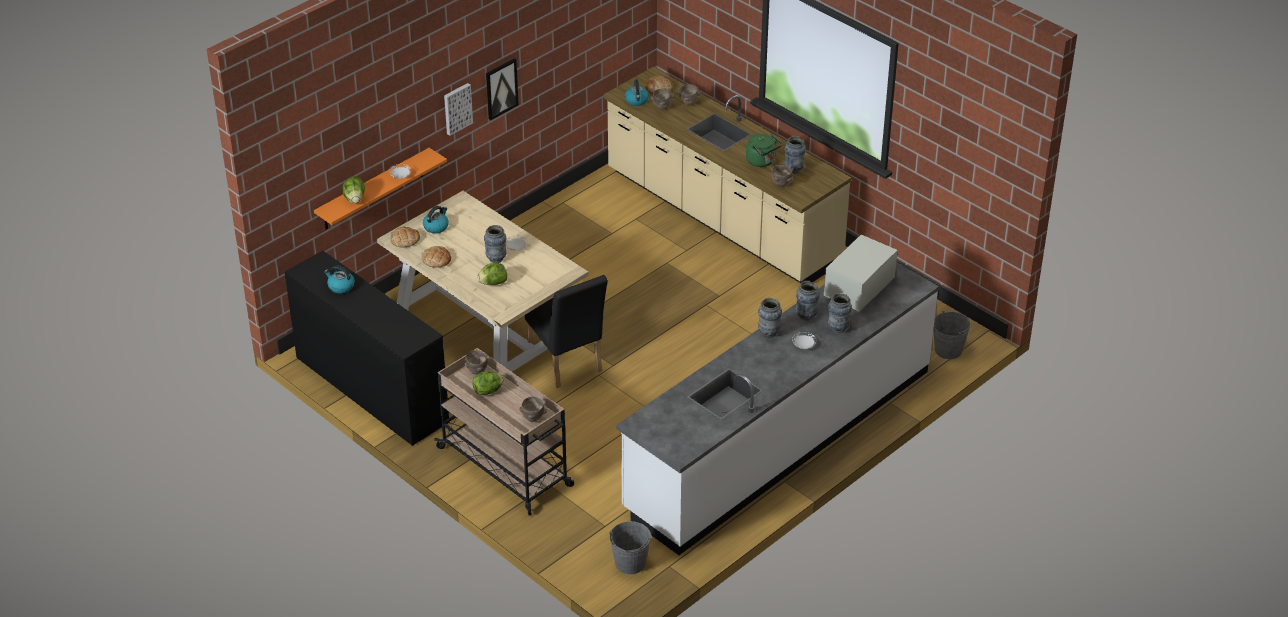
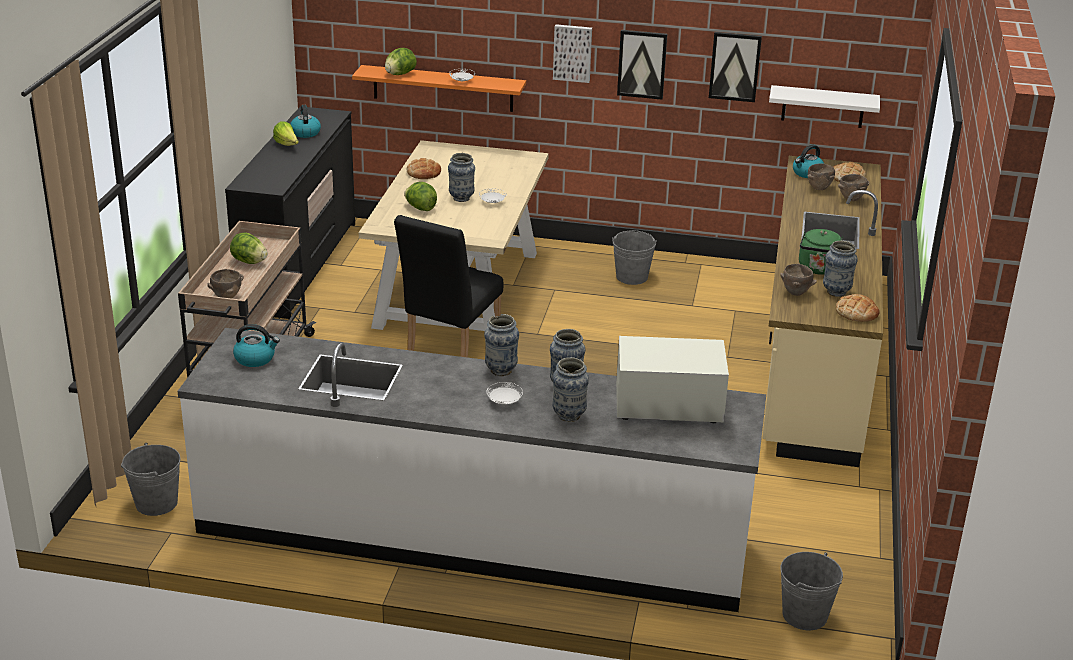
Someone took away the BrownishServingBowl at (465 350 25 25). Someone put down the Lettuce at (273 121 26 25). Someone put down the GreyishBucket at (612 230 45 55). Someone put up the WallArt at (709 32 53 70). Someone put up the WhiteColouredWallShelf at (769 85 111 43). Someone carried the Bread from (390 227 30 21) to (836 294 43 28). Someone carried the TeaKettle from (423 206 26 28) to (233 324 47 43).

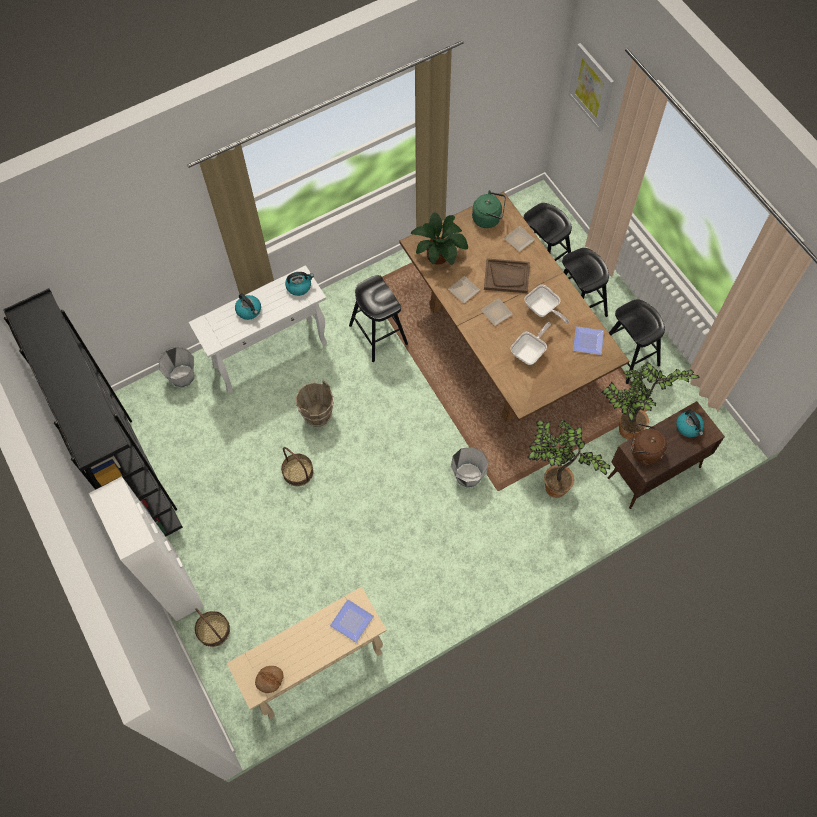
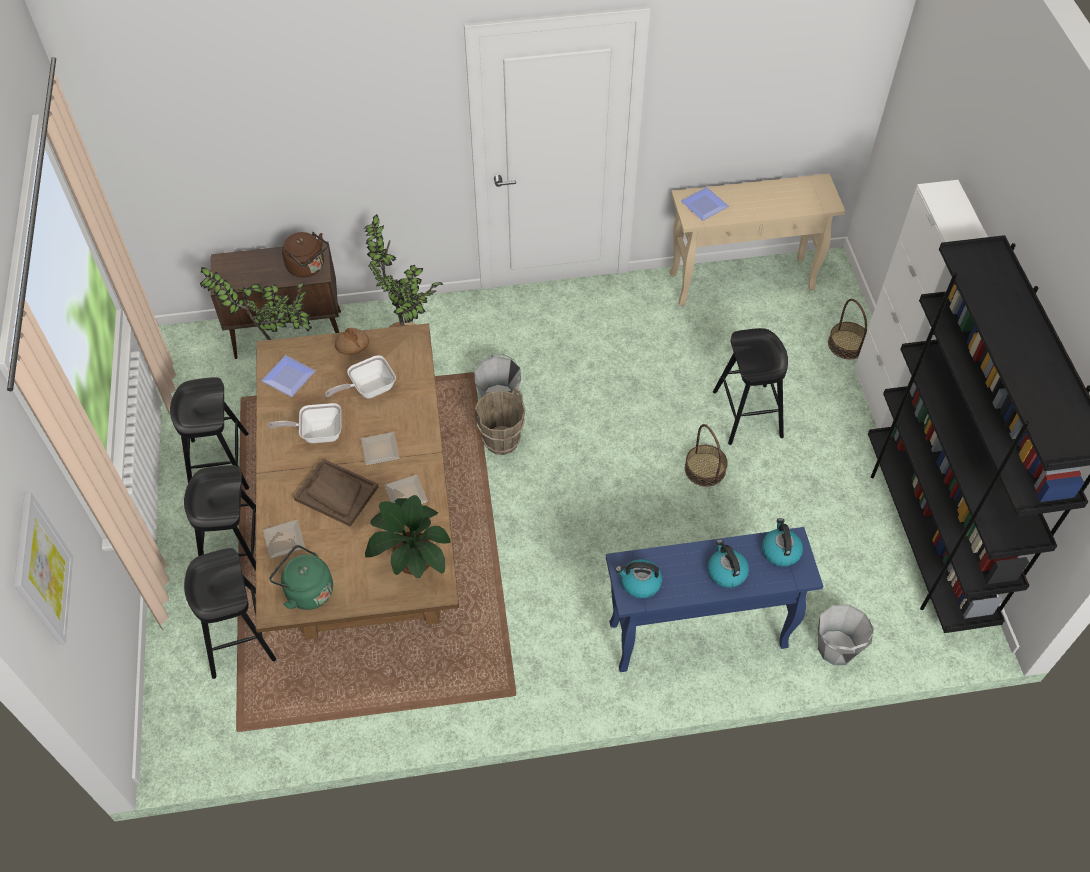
Someone carried the Bread from (255 666 29 27) to (335 328 34 27). Someone carried the BrownishBucket from (295 381 39 46) to (475 388 51 67). Someone carried the BlackishStoolSeat from (349 275 59 87) to (713 328 75 117). Someone carried the TeaKettle from (676 410 28 27) to (762 518 41 49). Someone repainted the WhiteColouredNarrowTable at (189 265 138 128), which became the BlueColouredNarrowTable at (606 527 217 145). Someone rotated the FryingPan at (524 285 45 39) by 75 degrees counterclockwise.

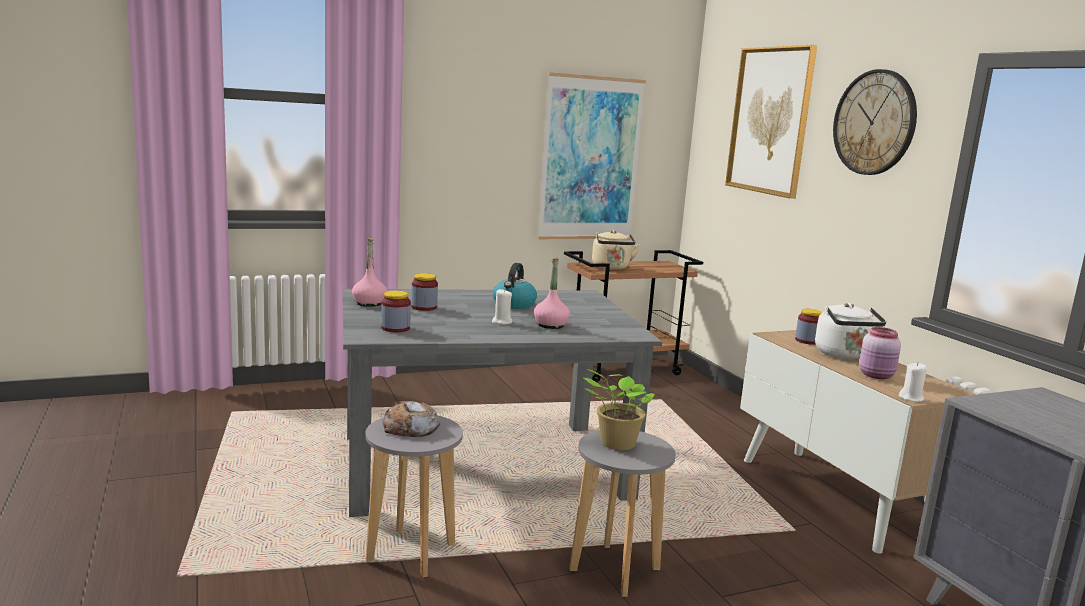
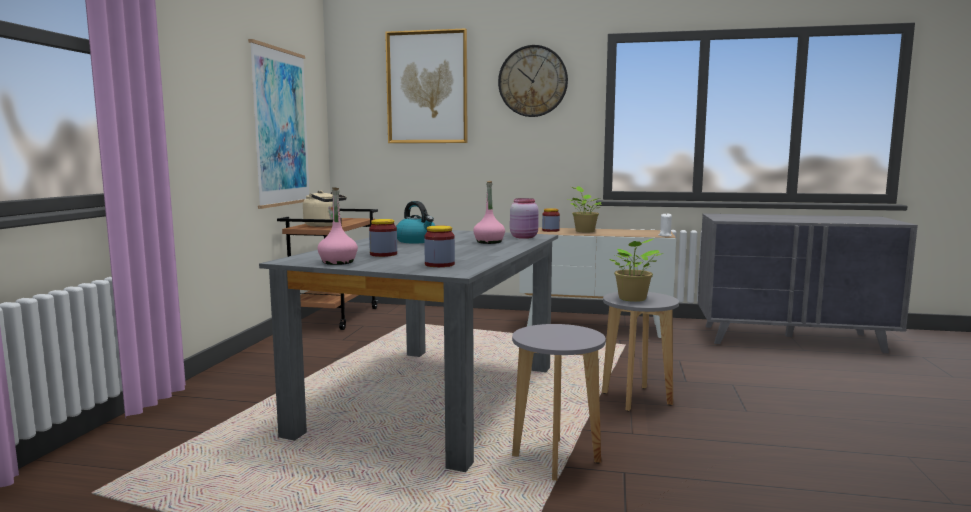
Someone took away the Bread at (383 401 57 36). Someone took away the WhiteColouredCandle at (492 289 20 36). Someone carried the PinkishJar from (859 327 42 52) to (510 198 29 41). Someone swapped the WhiteColouredTeaKettle at (815 303 71 56) for the PlantInAPot at (568 186 34 47).

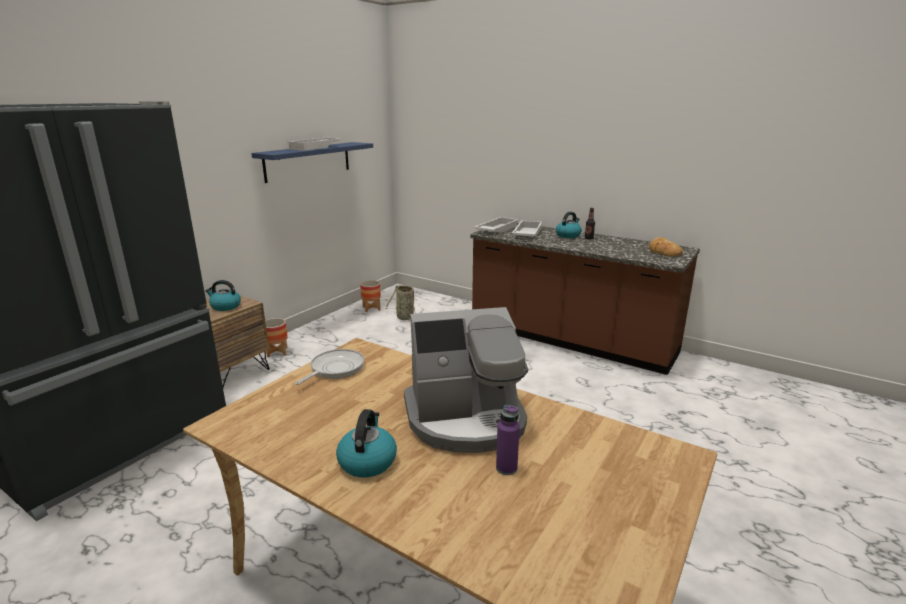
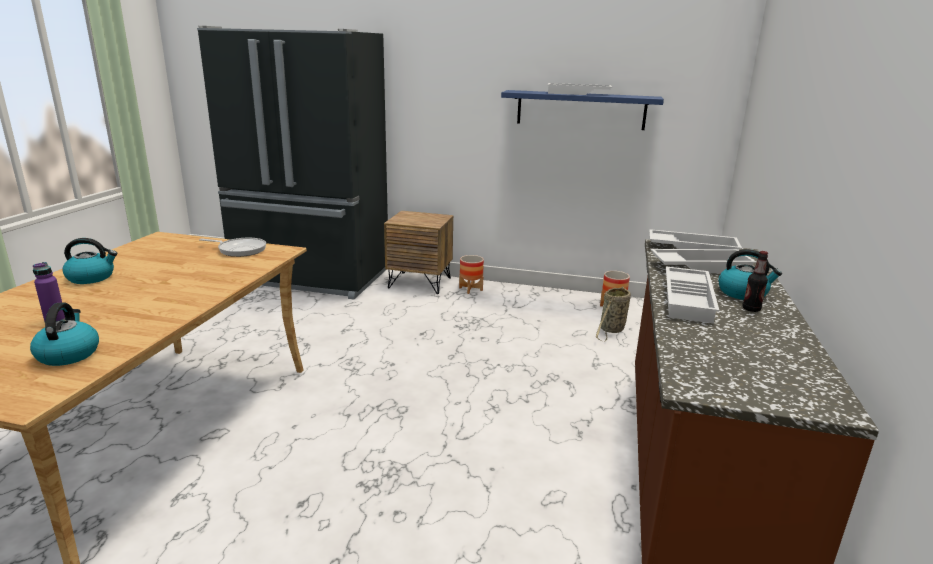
Someone took away the CoffeeBrewer at (404 307 124 146). Someone took away the Bread at (649 237 34 20). Someone put down the WhiteColouredCarryingTray at (666 266 53 57). Someone carried the TeaKettle from (205 280 36 31) to (30 302 69 64).

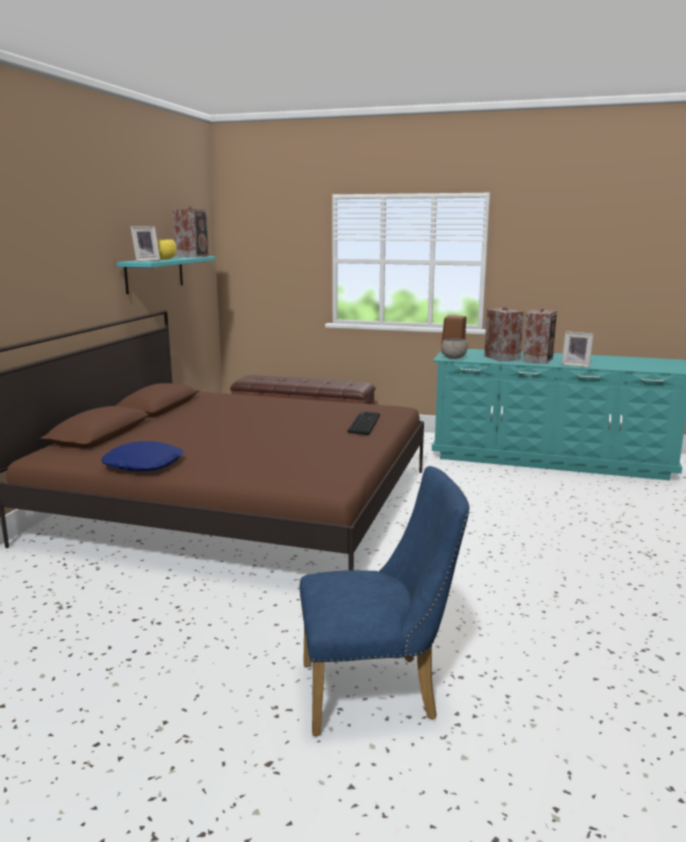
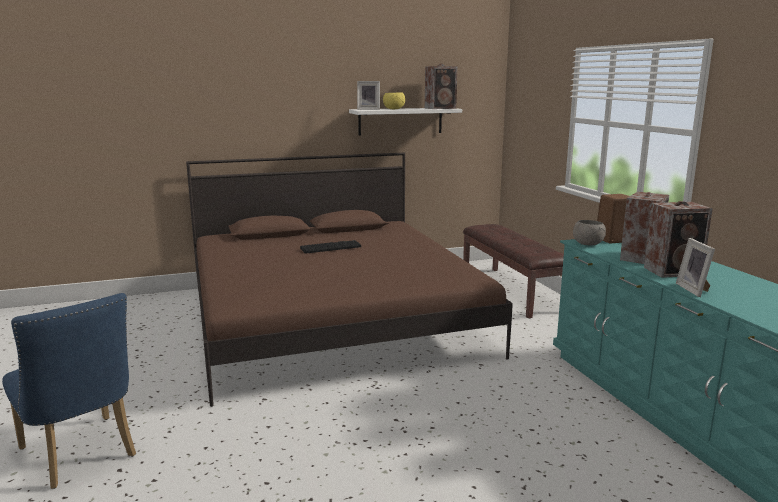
Someone took away the BlueColouredCushion at (101 441 82 30). Someone carried the ComputerKeyboard from (347 412 33 23) to (300 240 61 14). Someone repainted the TurquoiseColouredWallShelf at (117 256 98 38), which became the WhiteColouredWallShelf at (349 108 113 28).

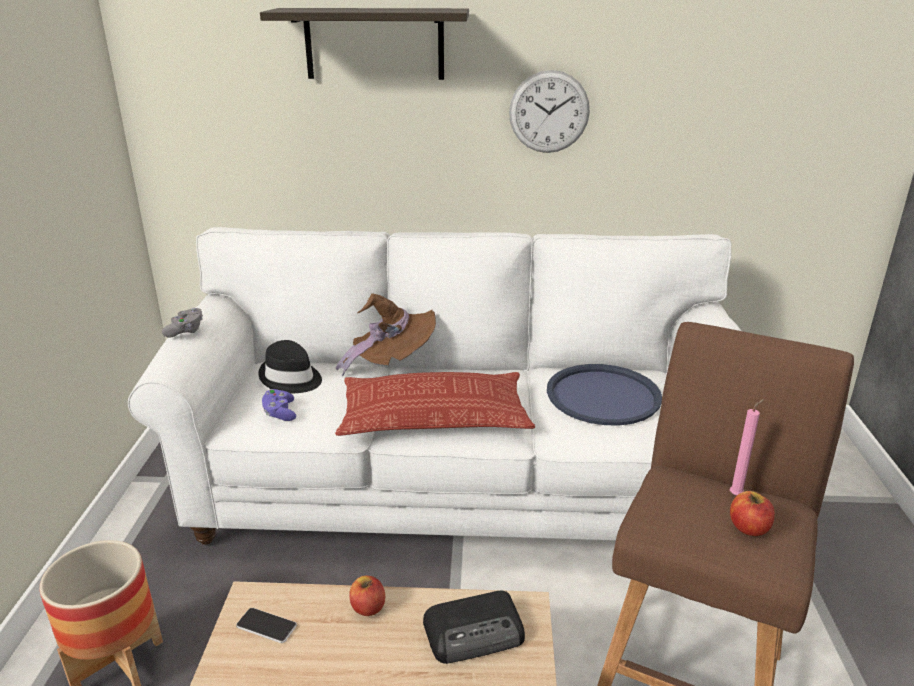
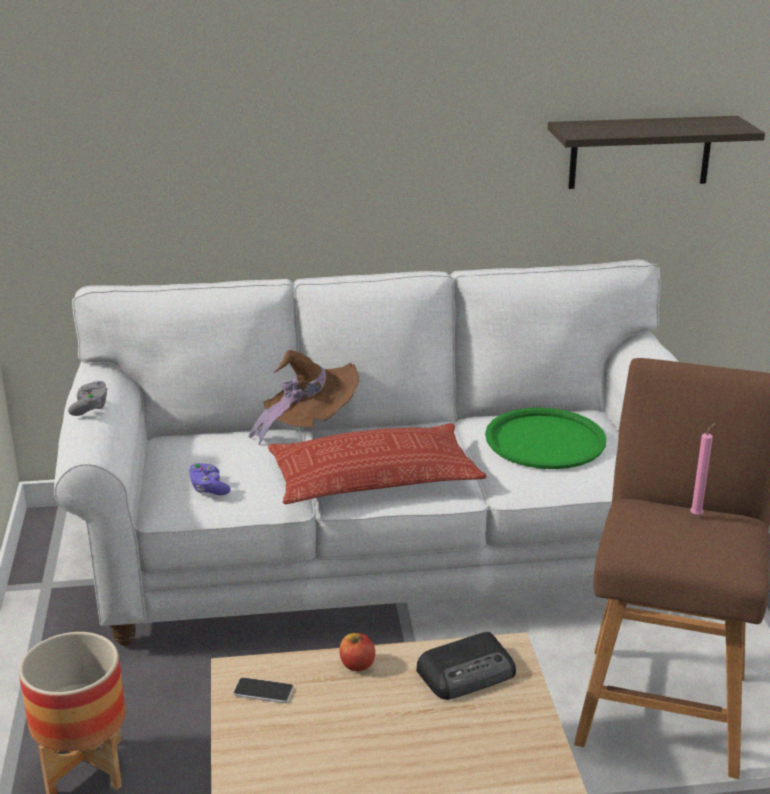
Someone took away the BlackishWearableHat at (258 340 64 53). Someone took away the WallClock at (509 70 81 83). Someone took away the WholeApple at (730 491 45 45). Someone carried the WallShelf from (260 8 209 72) to (548 116 217 73). Someone repainted the BlueColouredCarryingTray at (547 364 115 61), which became the GreenishCarryingTray at (485 407 122 62).

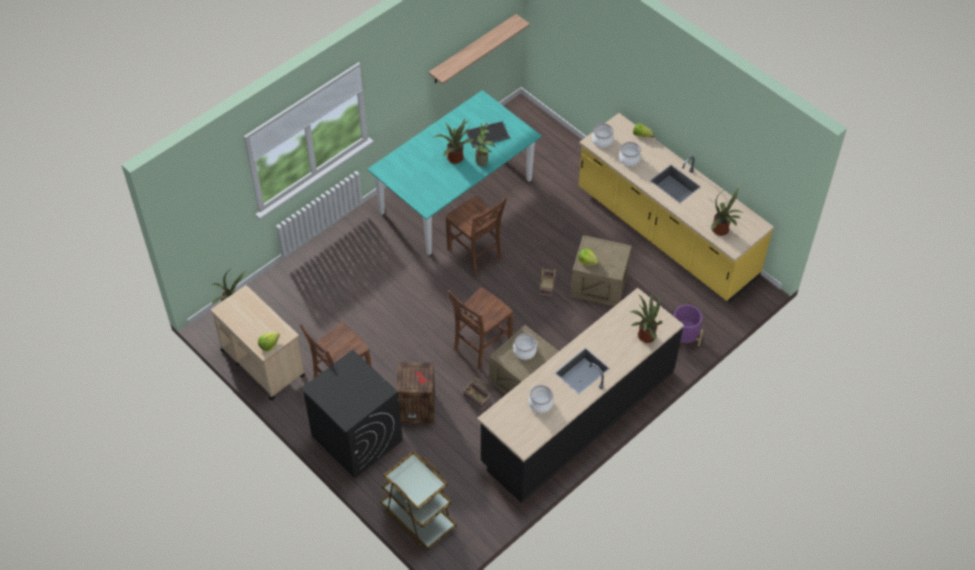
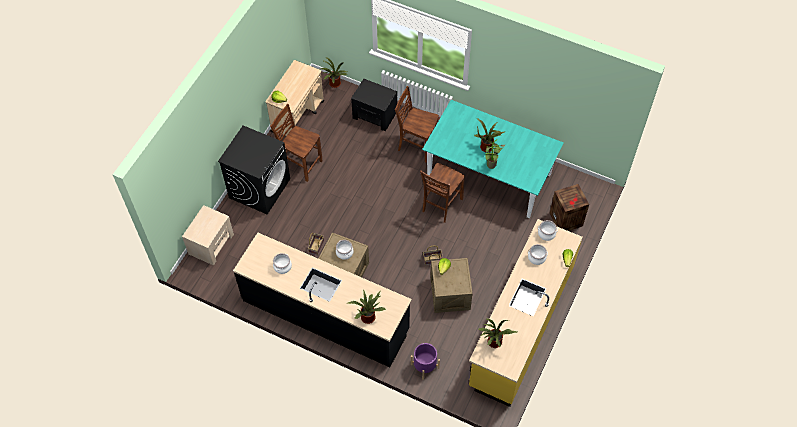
Someone took away the WallShelf at (429 14 101 70). Someone took away the CarryingTray at (466 121 44 27). Someone put down the BlackishNightstand at (351 79 46 52). Someone carried the Crate from (397 362 38 61) to (550 184 39 47). Someone carried the BrownishPlainChair from (448 287 65 82) to (395 86 44 77). Someone swapped the BrownishCart at (380 451 76 99) for the BeigeNightstand at (182 205 52 60).

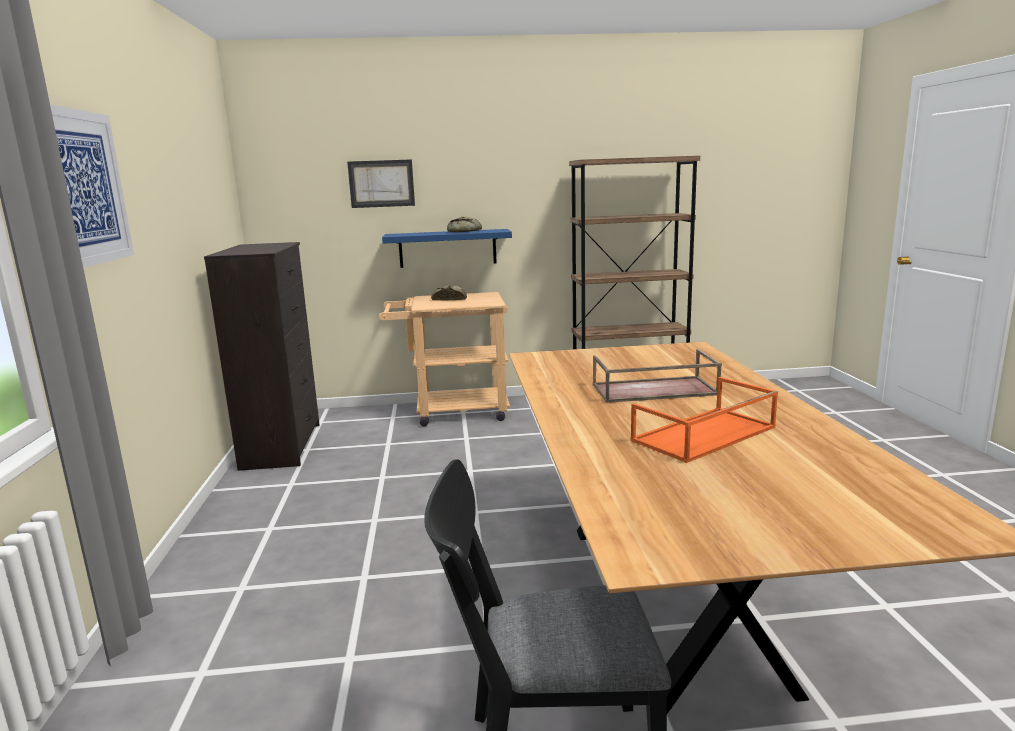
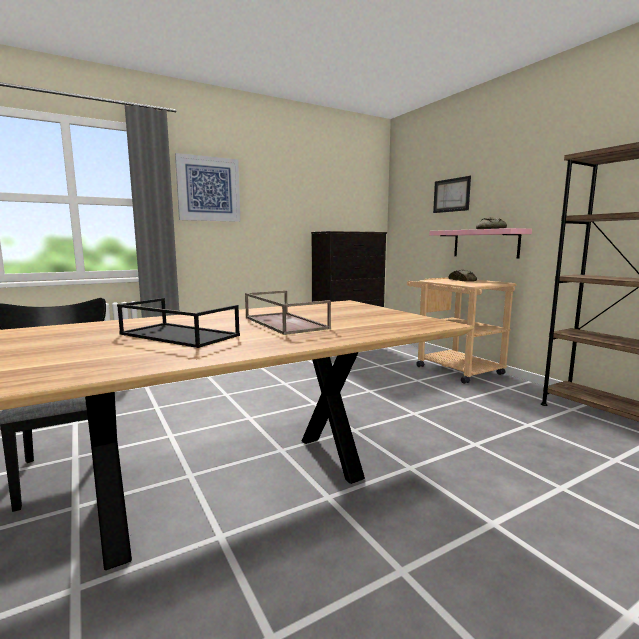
Someone repainted the BlueColouredWallShelf at (382 229 130 39), which became the PinkishWallShelf at (429 228 103 31). Someone repainted the OrangeColouredCarryingTray at (630 377 148 86), which became the BlackishCarryingTray at (117 298 123 50).

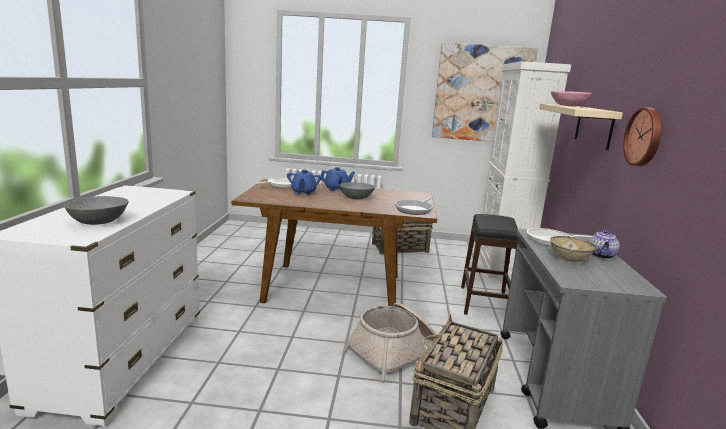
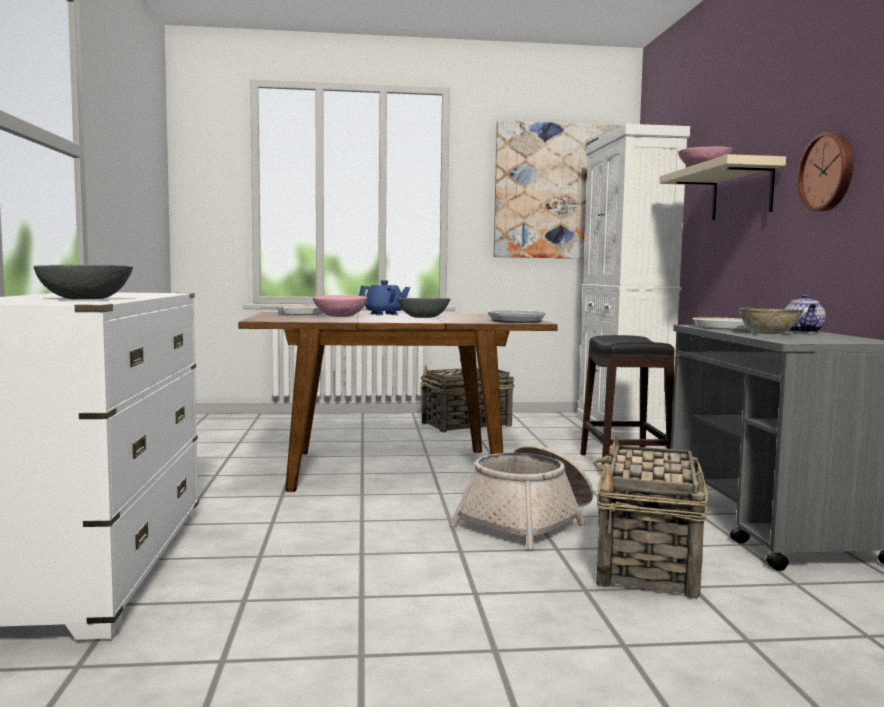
Someone swapped the BlueColouredTeapot at (287 170 35 25) for the PinkishServingBowl at (312 295 55 22).

